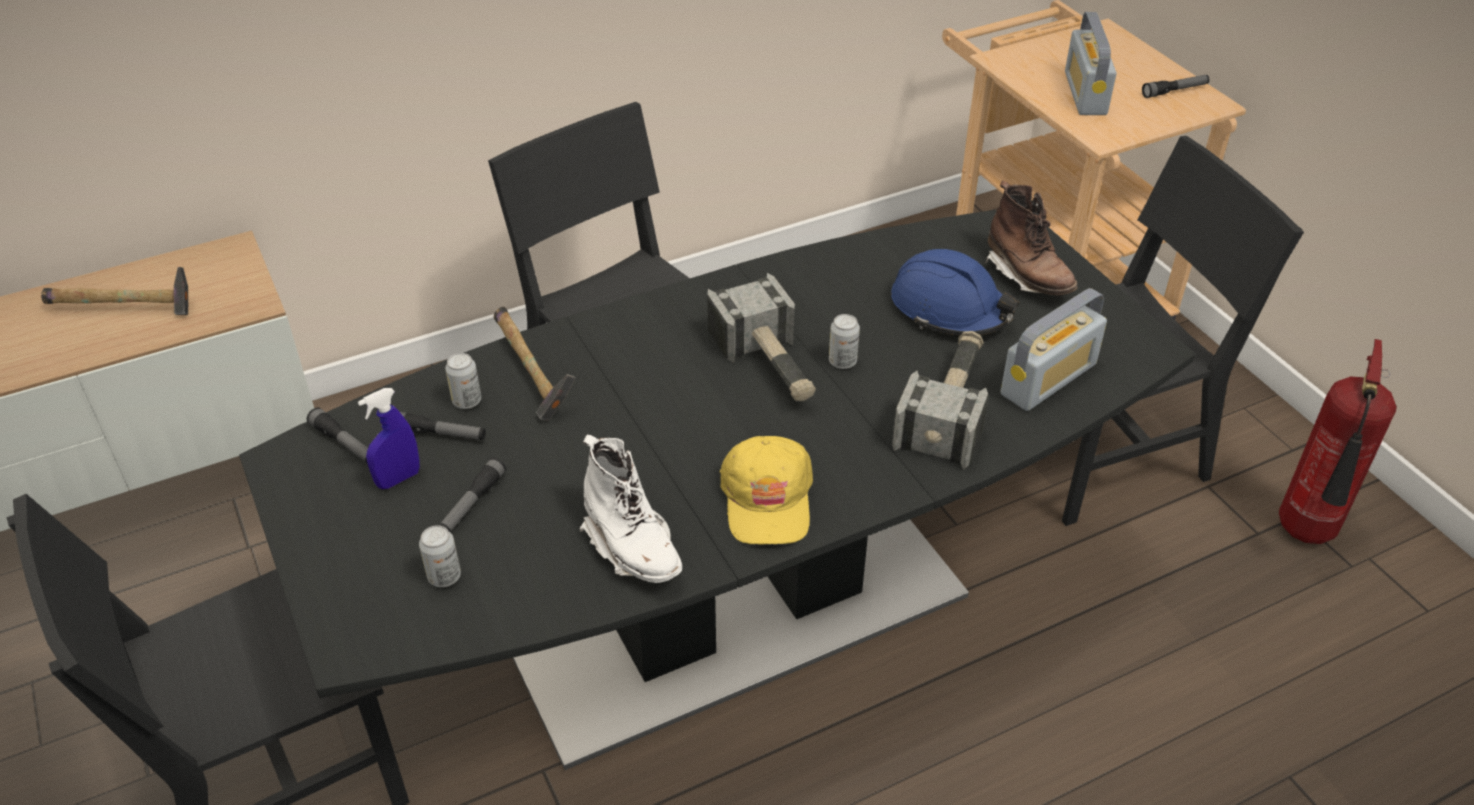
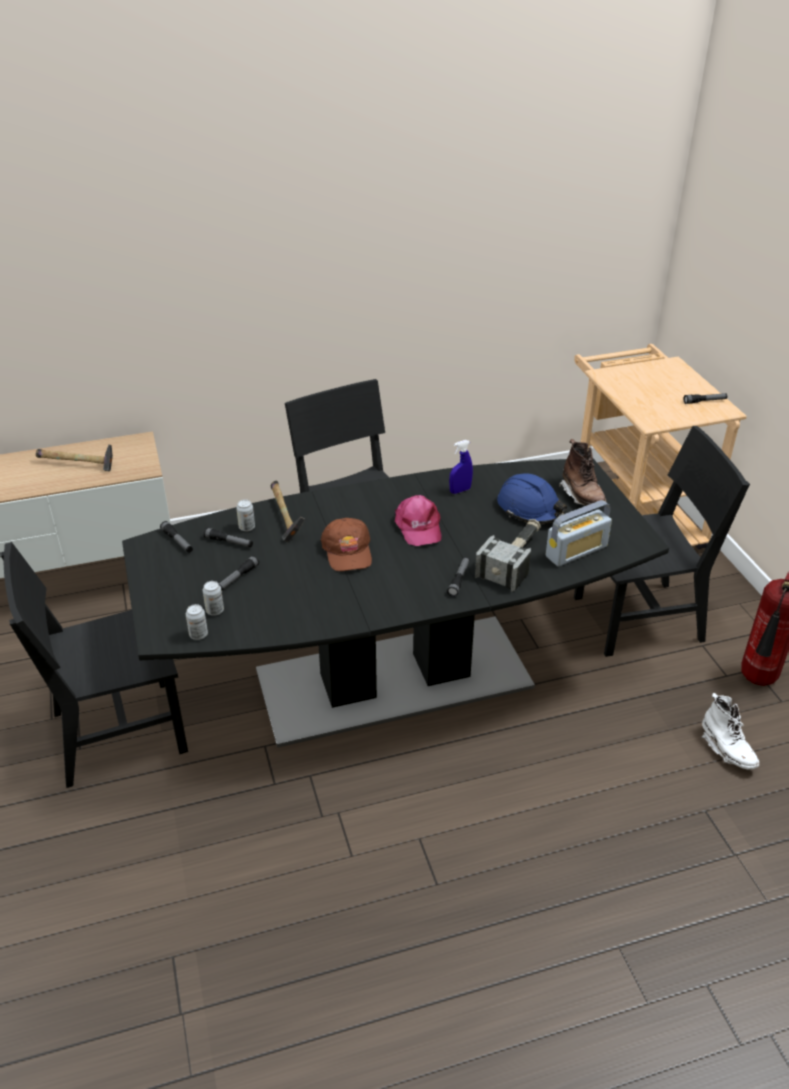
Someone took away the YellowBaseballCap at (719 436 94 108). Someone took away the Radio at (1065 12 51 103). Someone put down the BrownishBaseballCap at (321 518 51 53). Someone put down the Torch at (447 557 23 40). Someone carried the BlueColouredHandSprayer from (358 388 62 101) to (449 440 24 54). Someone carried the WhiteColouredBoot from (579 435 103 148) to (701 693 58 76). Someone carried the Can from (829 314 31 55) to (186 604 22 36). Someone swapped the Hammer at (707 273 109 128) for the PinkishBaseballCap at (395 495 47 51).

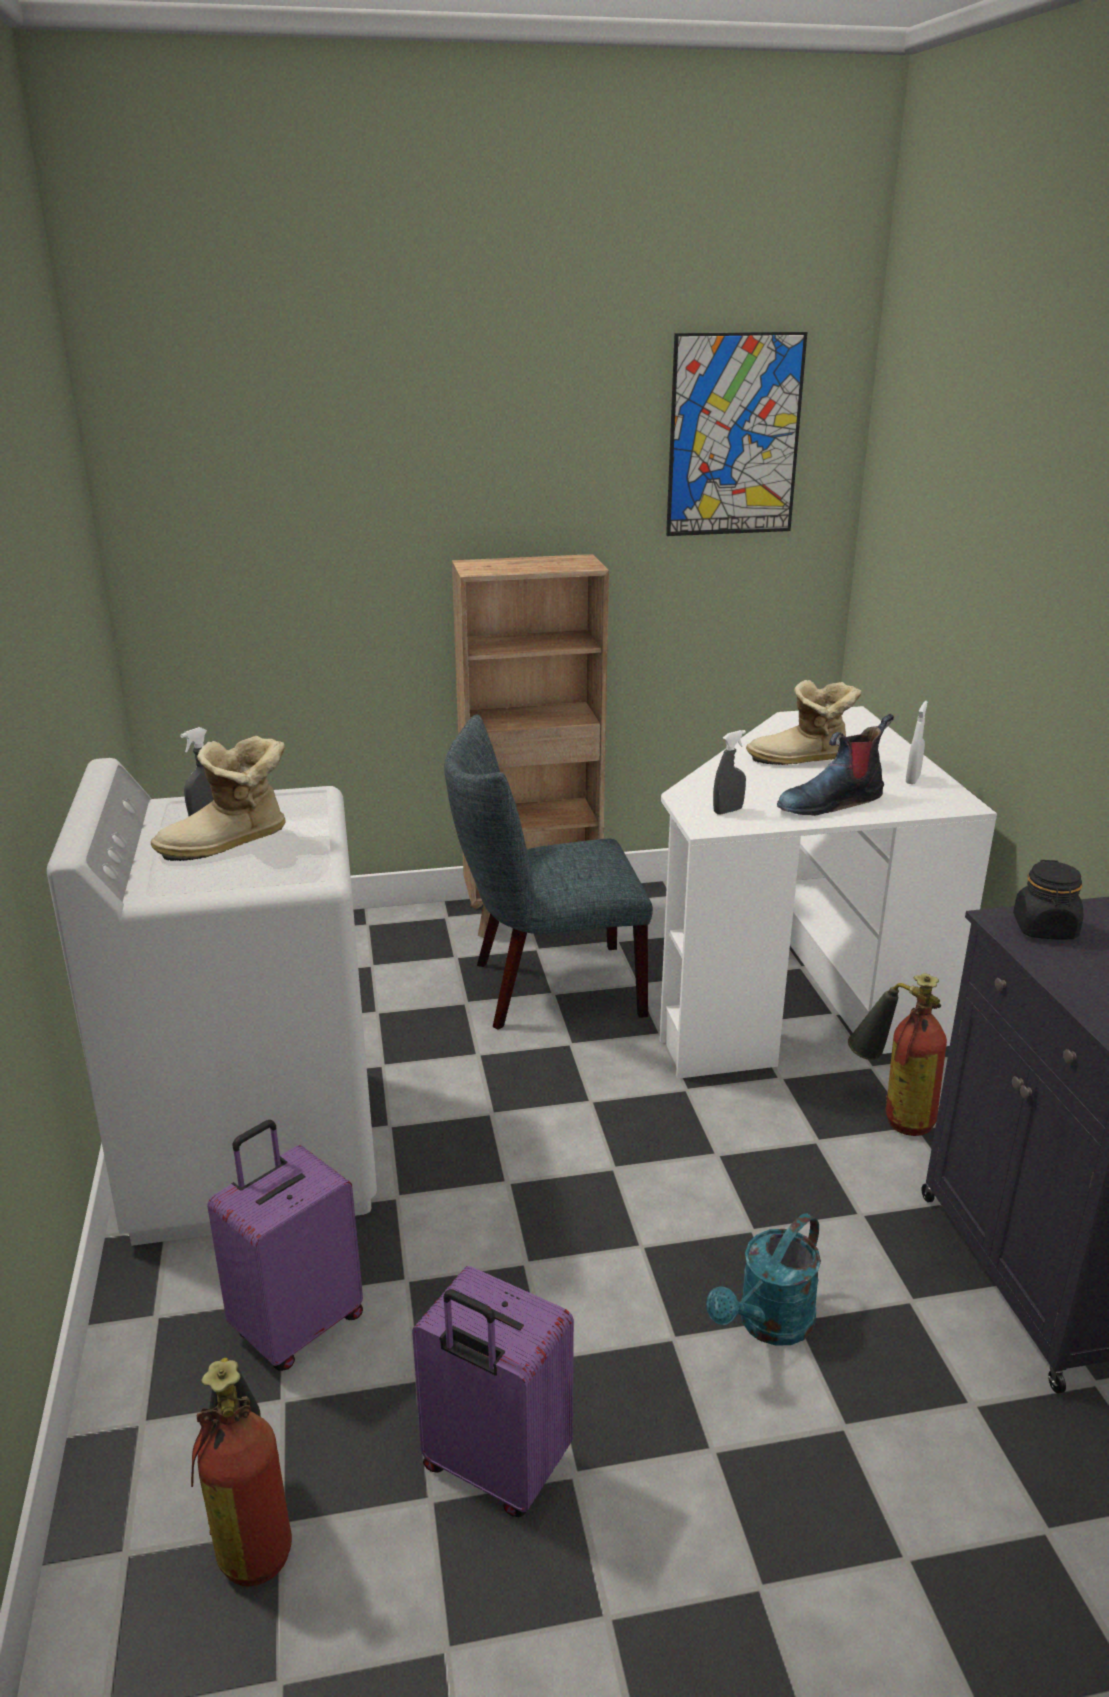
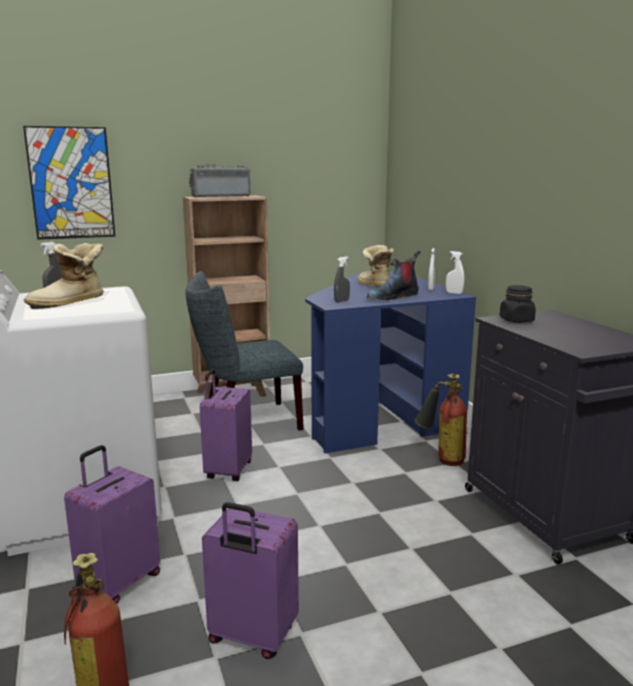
Someone took away the TurquoiseColouredWateringPot at (706 1213 115 133). Someone put down the Radio at (189 164 61 33). Someone put down the PurplePieceOfLuggage at (200 369 52 112). Someone put down the WhiteColouredHandSprayer at (446 251 18 43). Someone carried the WallArt from (666 332 141 204) to (23 126 93 114). Someone repainted the WhiteColouredDeskUnit at (659 706 338 373), which became the BlueColouredDeskUnit at (305 271 171 182). Someone rotated the Boot at (746 680 115 85) by 75 degrees clockwise.

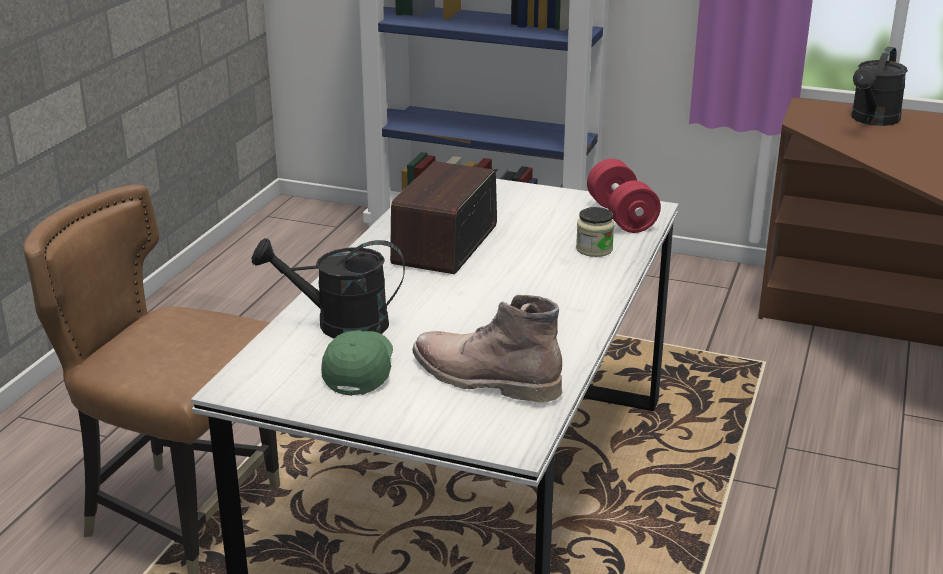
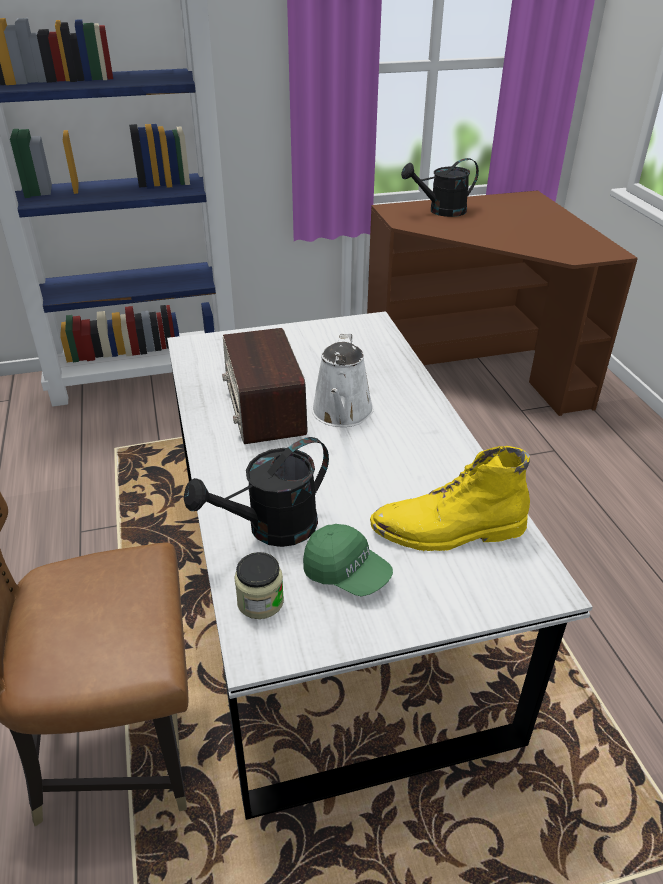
Someone took away the RedDumbbell at (587 159 74 74). Someone put down the WhiteColouredWateringPot at (311 334 63 93). Someone carried the Jar from (576 207 38 50) to (234 552 50 67). Someone repainted the BrownishBoot at (412 295 150 108), which became the YellowBoot at (370 446 160 105). Someone rotated the GreenishBaseballCap at (321 330 72 66) by 150 degrees clockwise. Someone rotated the BlackishWateringPot at (851 47 57 79) by 75 degrees clockwise.

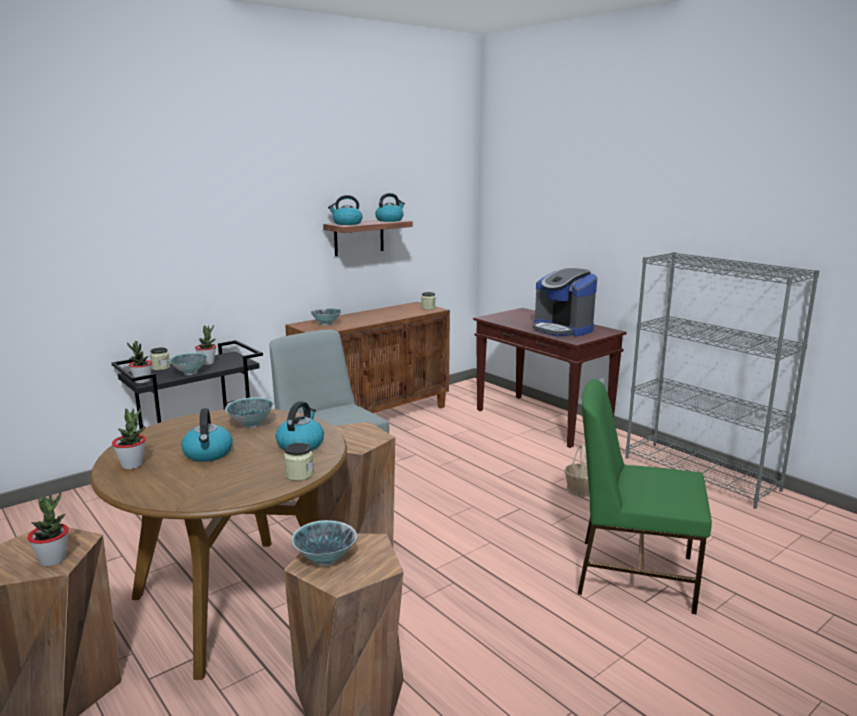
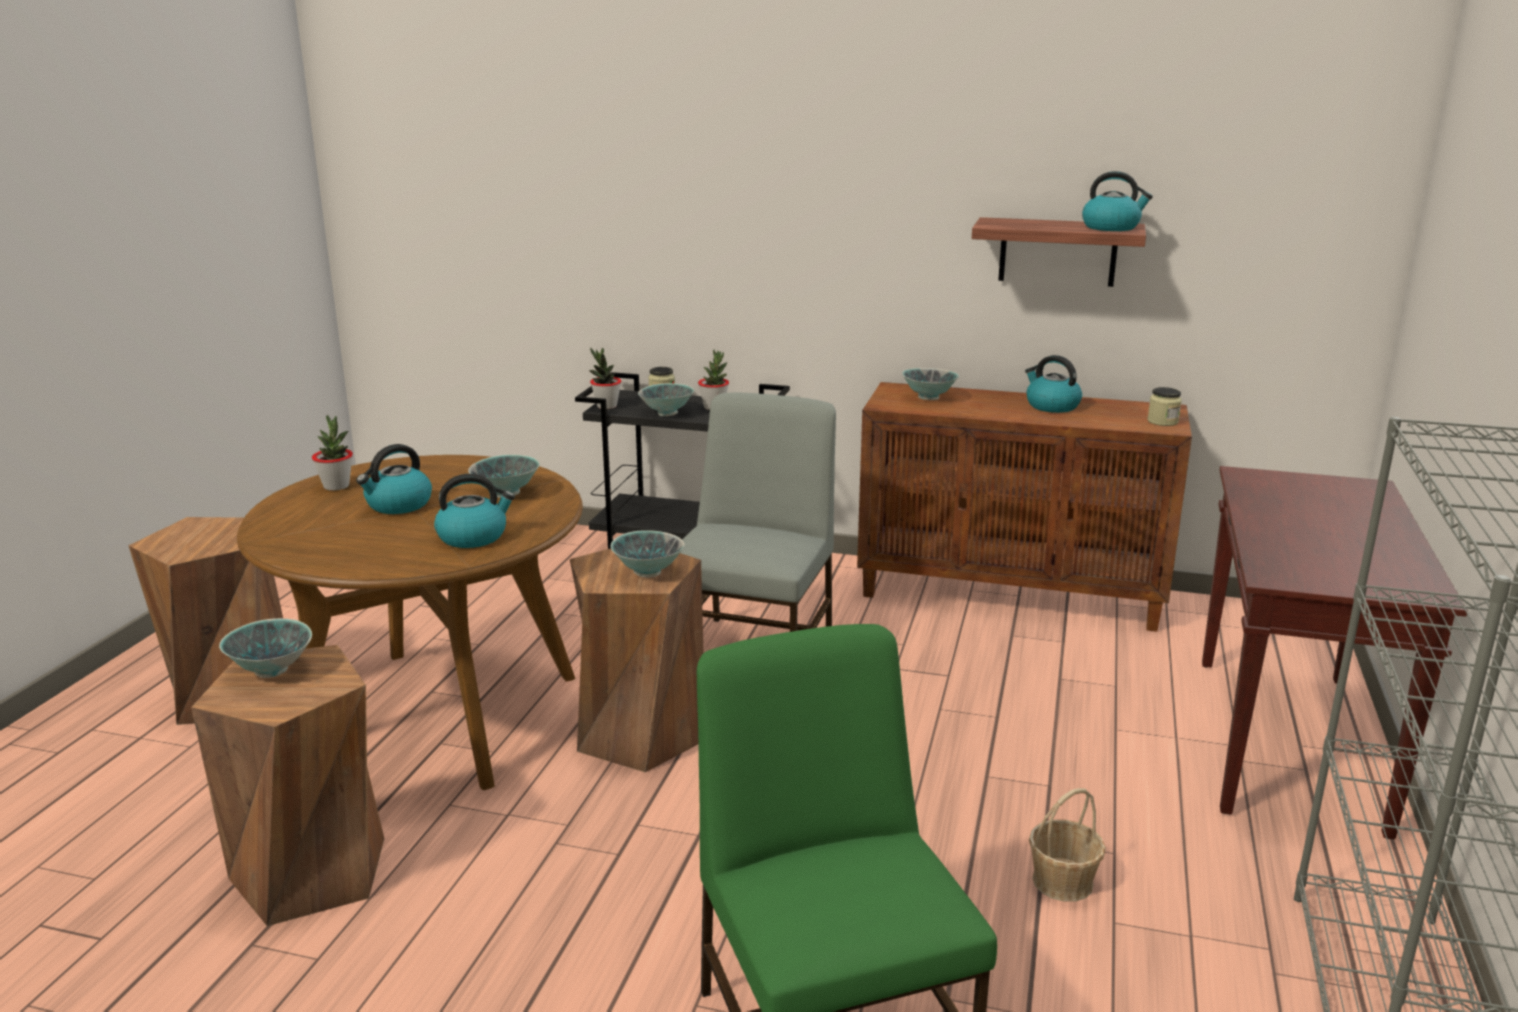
Someone took away the PlantInAPot at (28 492 41 74). Someone took away the Jar at (284 443 30 38). Someone took away the CoffeeBrewer at (532 268 65 69). Someone put down the ServingBowl at (610 530 75 48). Someone carried the TeaKettle from (328 195 34 30) to (1025 355 57 58).

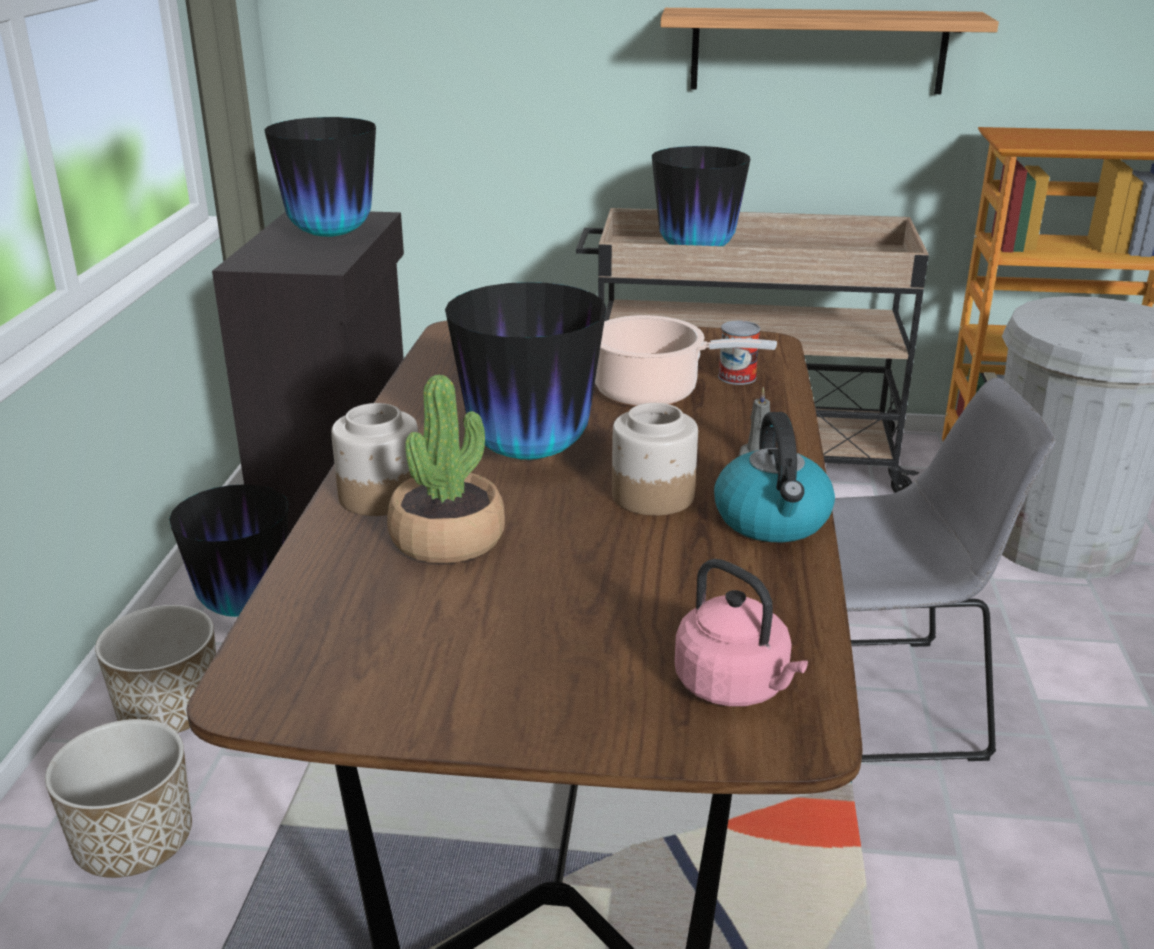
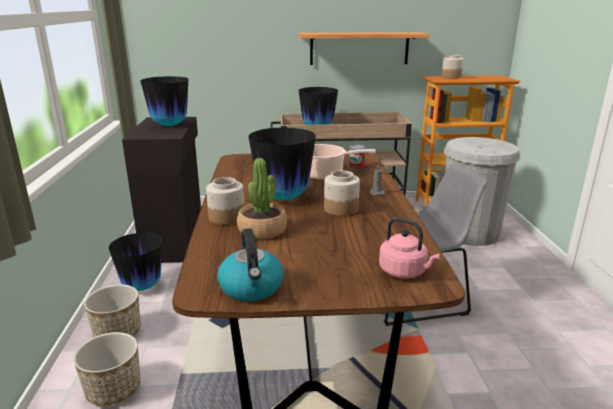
Someone put down the Jar at (441 54 23 25). Someone carried the TeaKettle from (714 412 121 131) to (217 228 67 74).

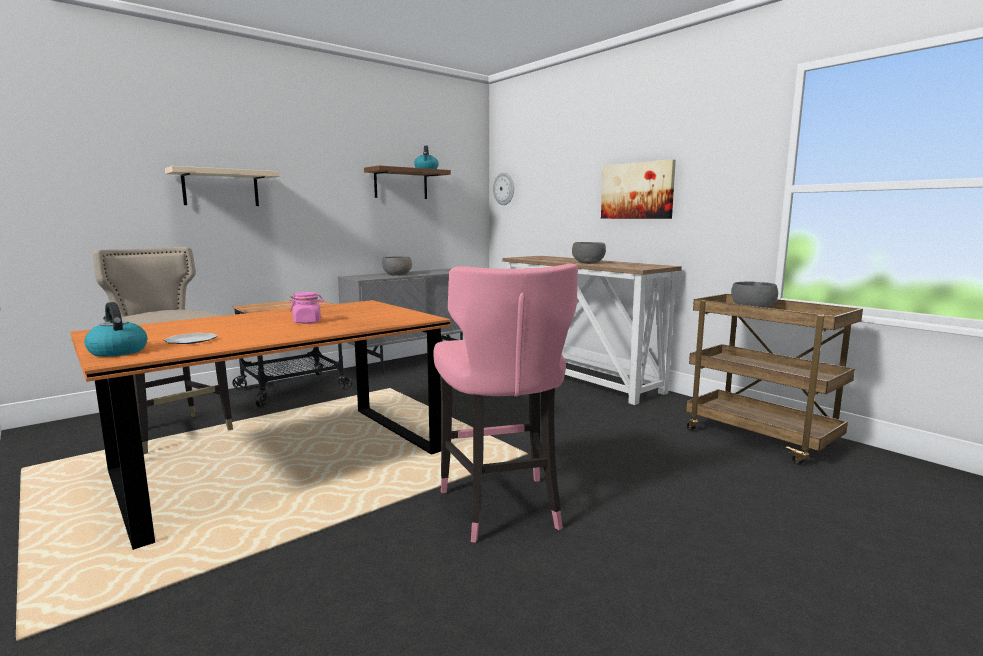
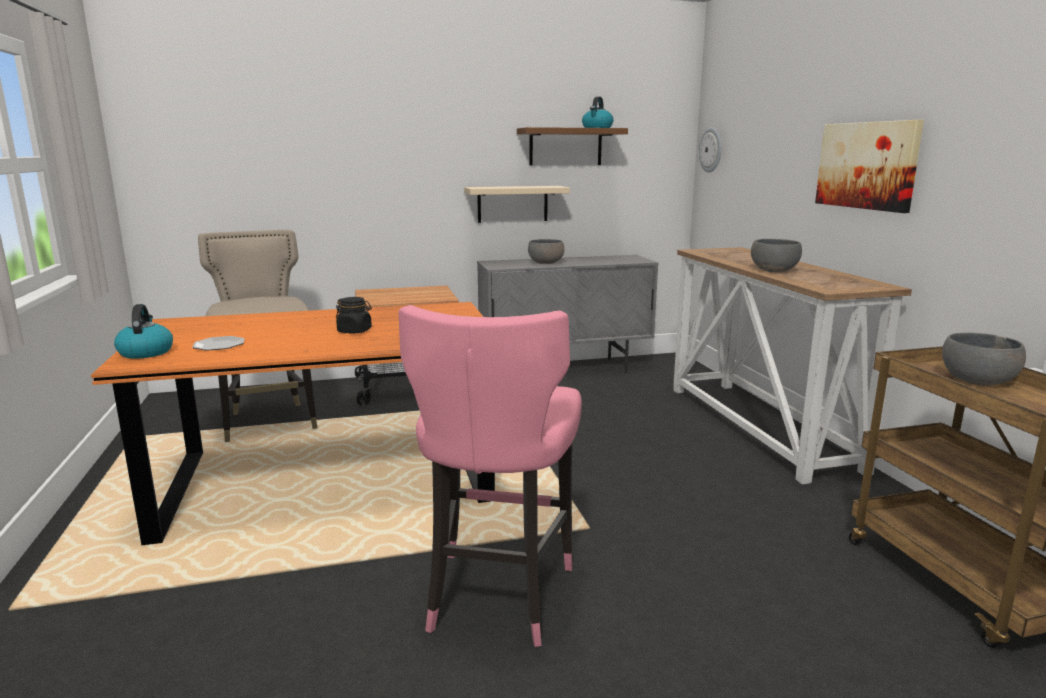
Someone carried the BeigeWallShelf from (165 166 115 40) to (464 186 106 37). Someone repainted the PinkishJar at (290 292 34 32), which became the BlackishJar at (336 297 36 37).

